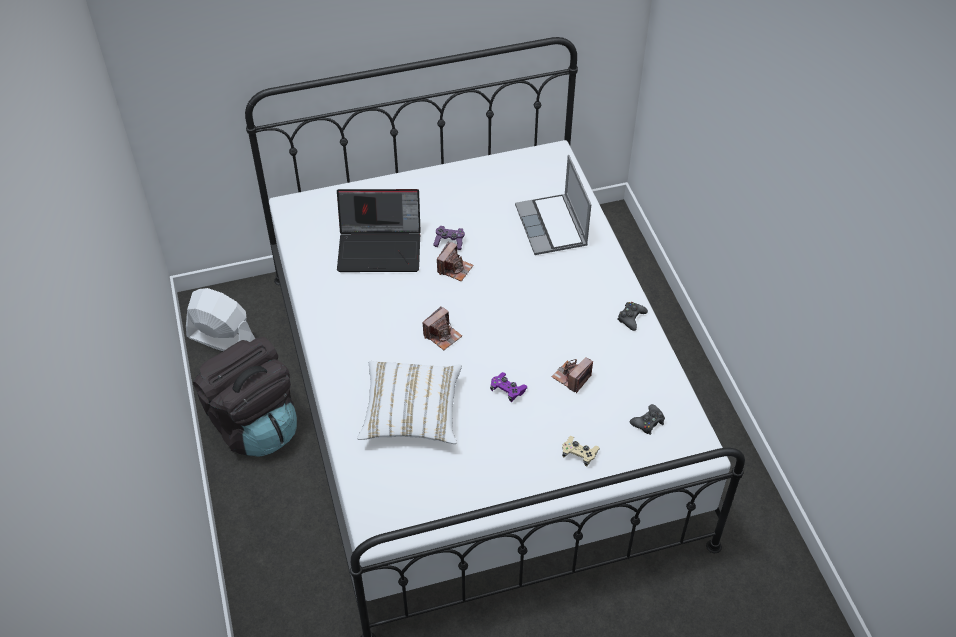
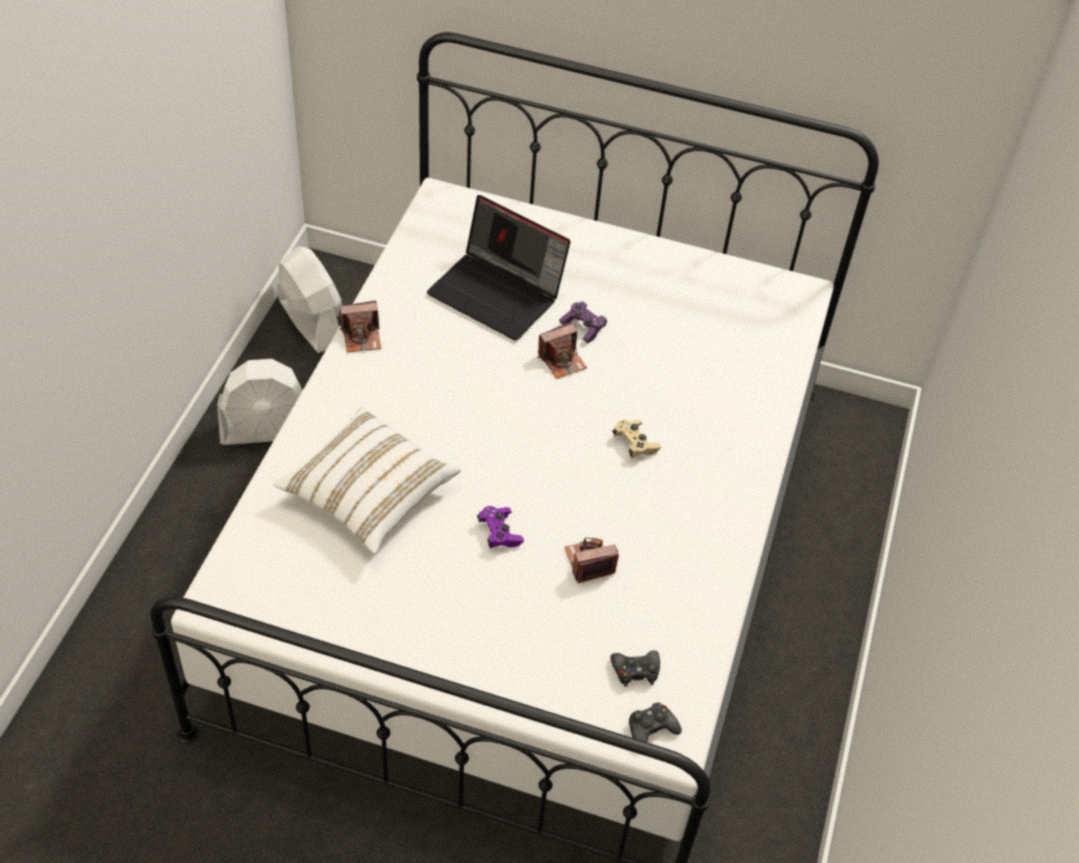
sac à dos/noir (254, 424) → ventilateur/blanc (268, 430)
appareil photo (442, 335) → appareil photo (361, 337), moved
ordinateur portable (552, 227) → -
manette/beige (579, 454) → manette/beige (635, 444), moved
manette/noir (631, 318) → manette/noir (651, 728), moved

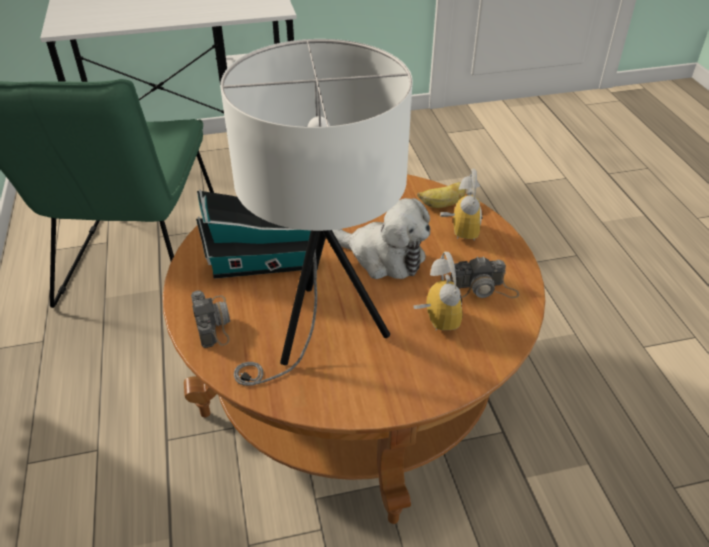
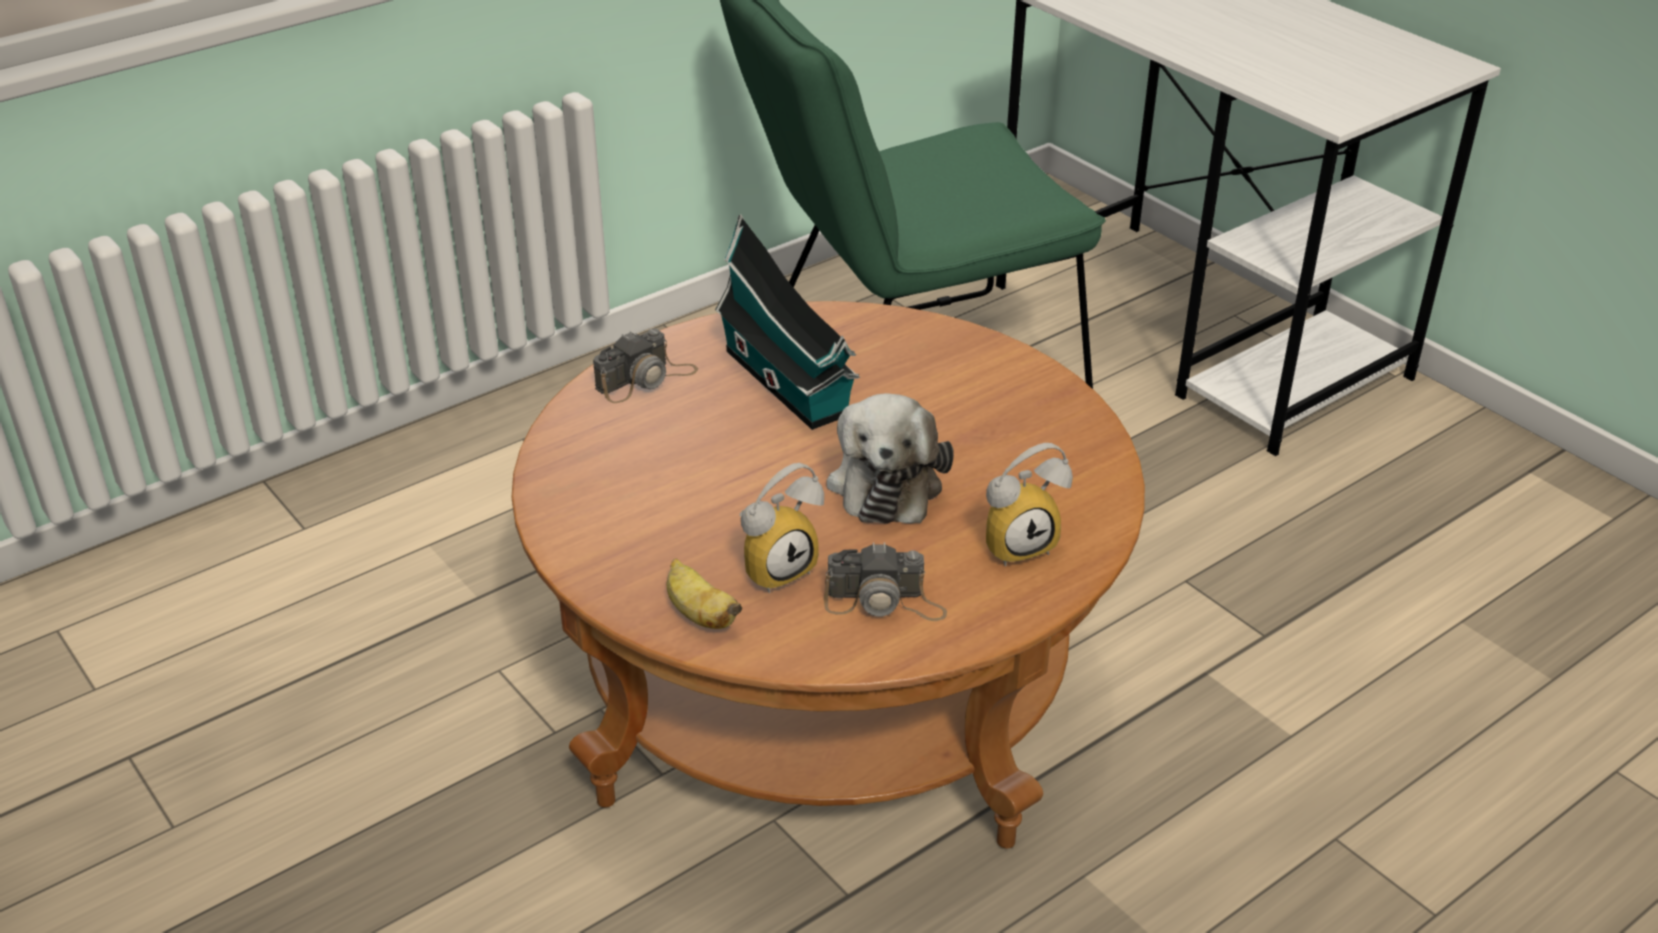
lampe de table/blanc (320, 333) → -
banane (442, 205) → banane (699, 614), moved
appareil photo (483, 289) → appareil photo (885, 602), 60 degrees counterclockwise

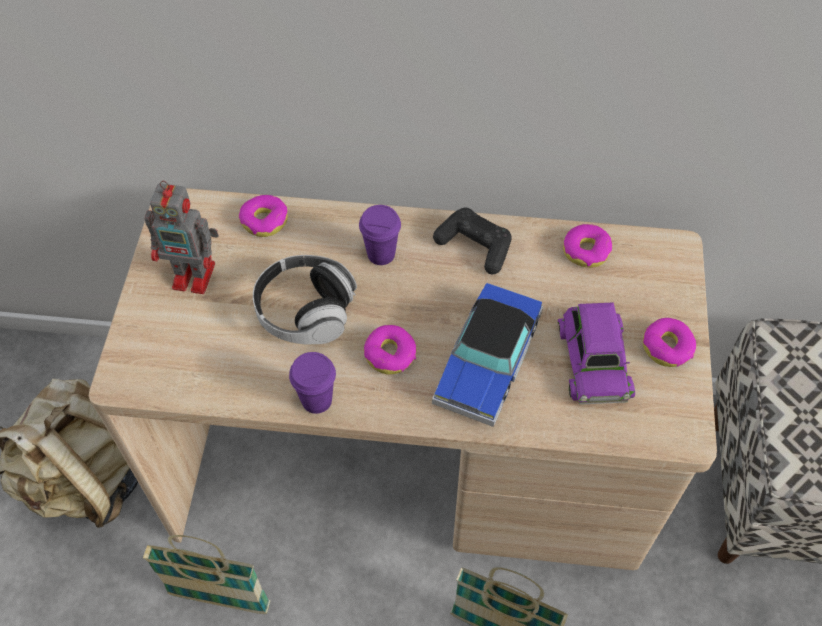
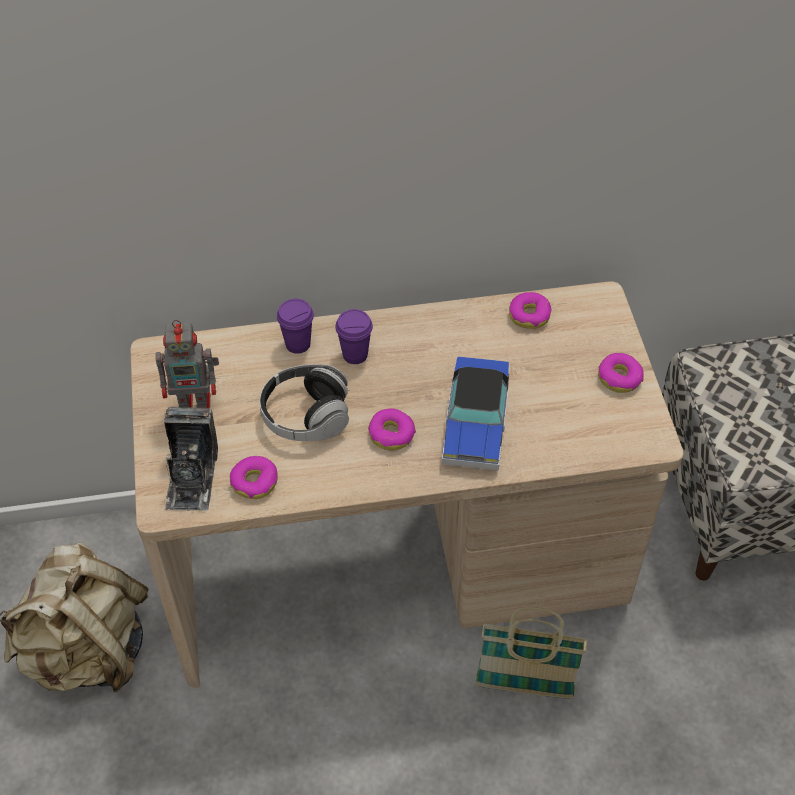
panier (219, 599) → -
beignet (265, 221) → beignet (255, 482), moved
tasse/violet (317, 400) → tasse/violet (298, 344), moved
manette/noir (474, 246) → -
petite voiture/violet (593, 359) → -
- → appareil photo (192, 477)

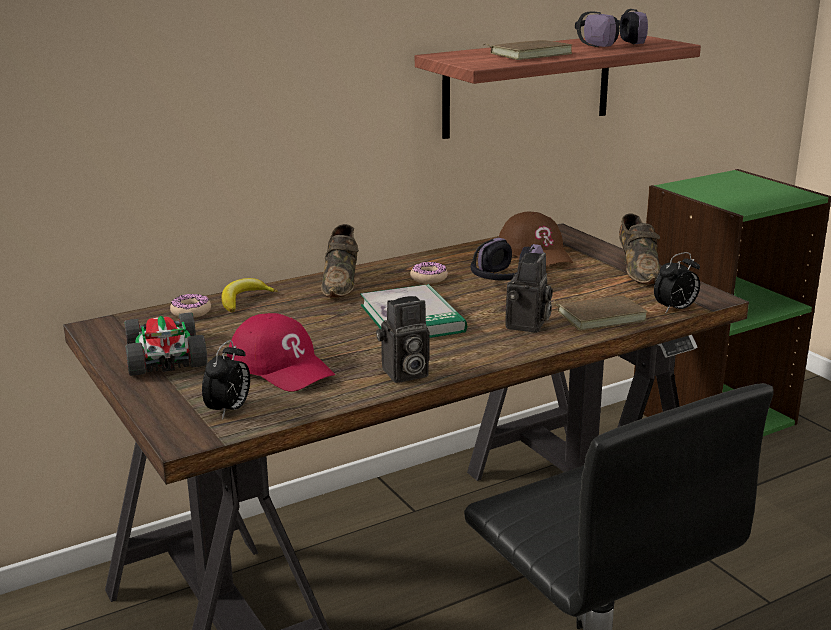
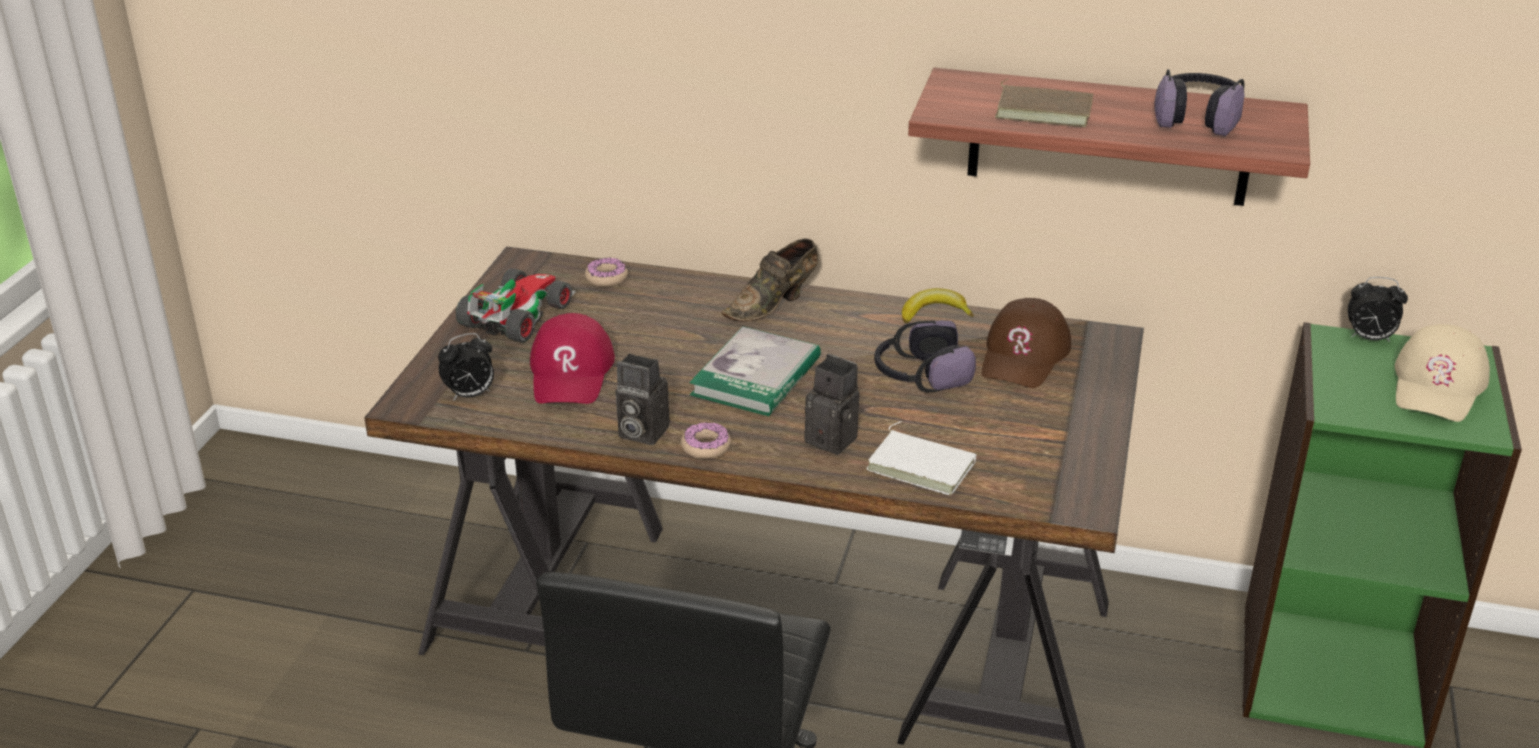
banane (244, 300) → banane (934, 313), moved
beignet (428, 278) → beignet (706, 447), moved
appareil photo (528, 325) → appareil photo (835, 439), 120 degrees counterclockwise
livre/marron (600, 316) → livre/blanc (923, 465)
chaussure/marron (638, 270) → -
réveil (675, 309) → réveil (1369, 338), moved
- → casquette/beige (1438, 386)

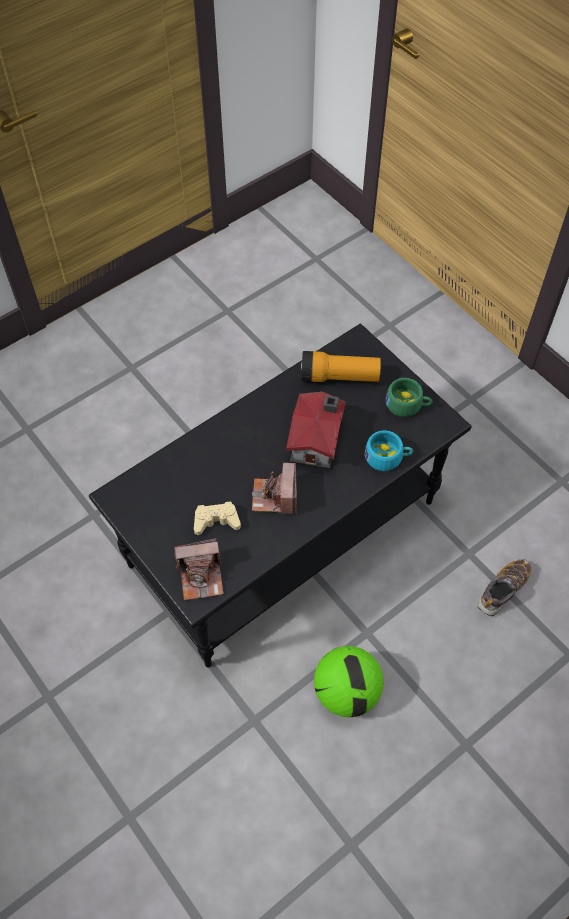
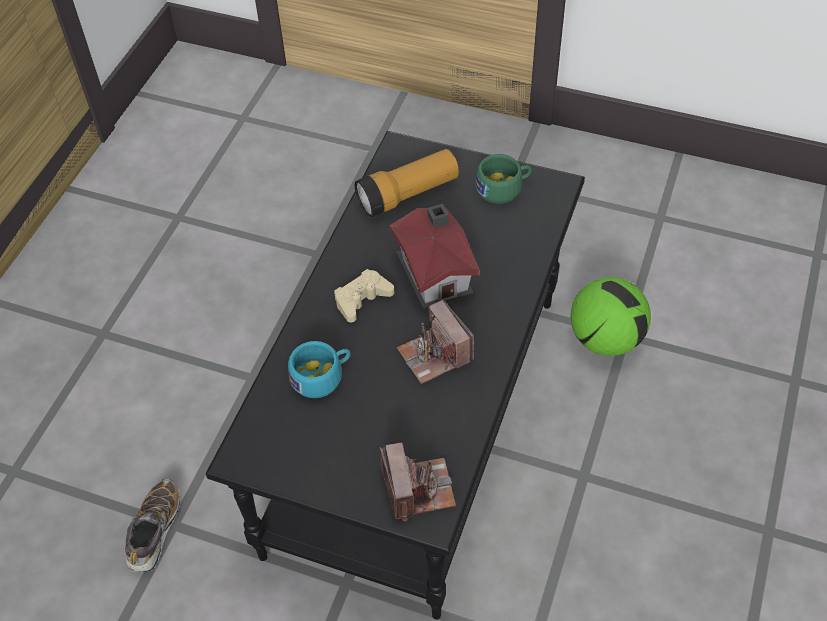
appareil photo (201, 576) → appareil photo (418, 489), 60 degrees counterclockwise
manette/beige (216, 521) → manette/beige (362, 299), moved
ballon de foot (346, 692) → ballon de foot (606, 339), moved
tasse/turquoise (387, 457) → tasse/turquoise (322, 376), moved
chaussure (502, 590) → chaussure (155, 531), moved

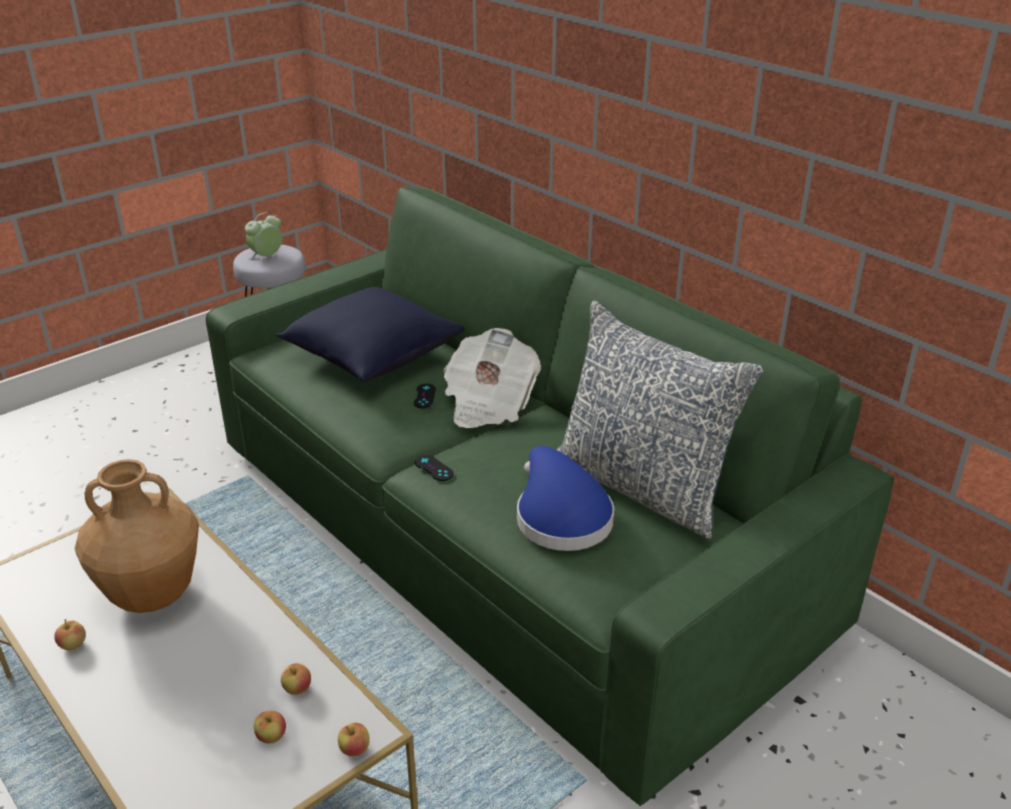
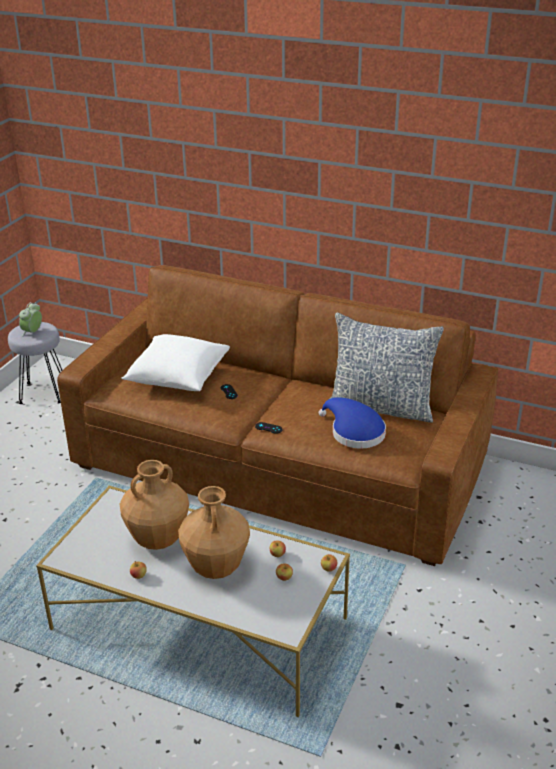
canapé/vert (506, 534) → canapé/marron (279, 464)
coussin/bleu (372, 356) → coussin/blanc (177, 377)
journal (488, 403) → -
- → vase/marron (216, 567)

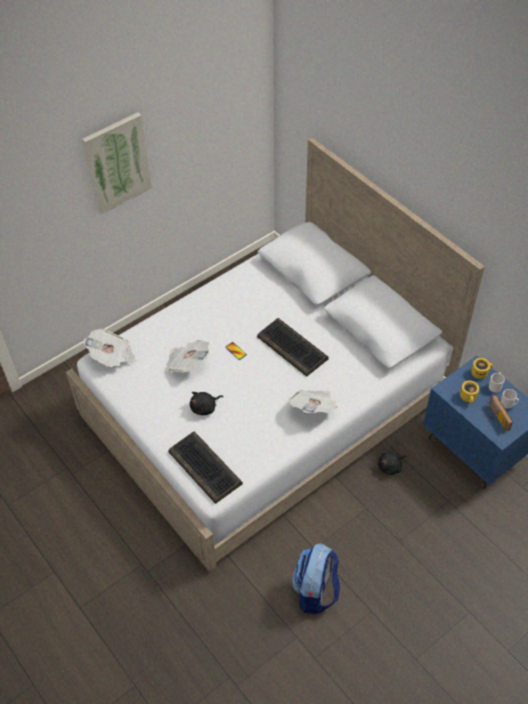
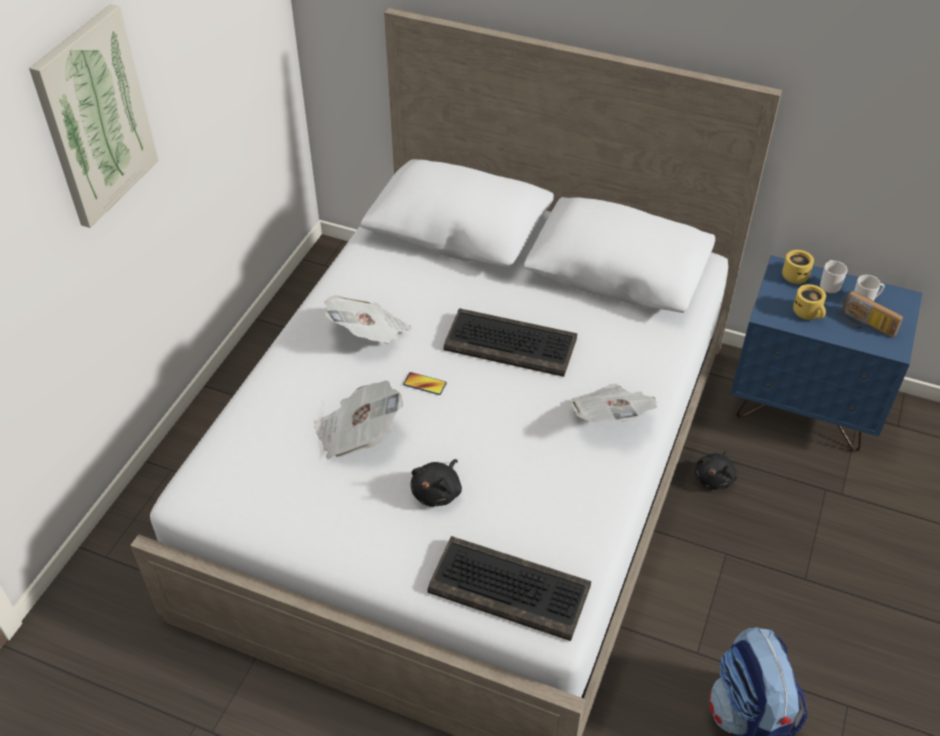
journal (112, 357) → journal (369, 335), moved

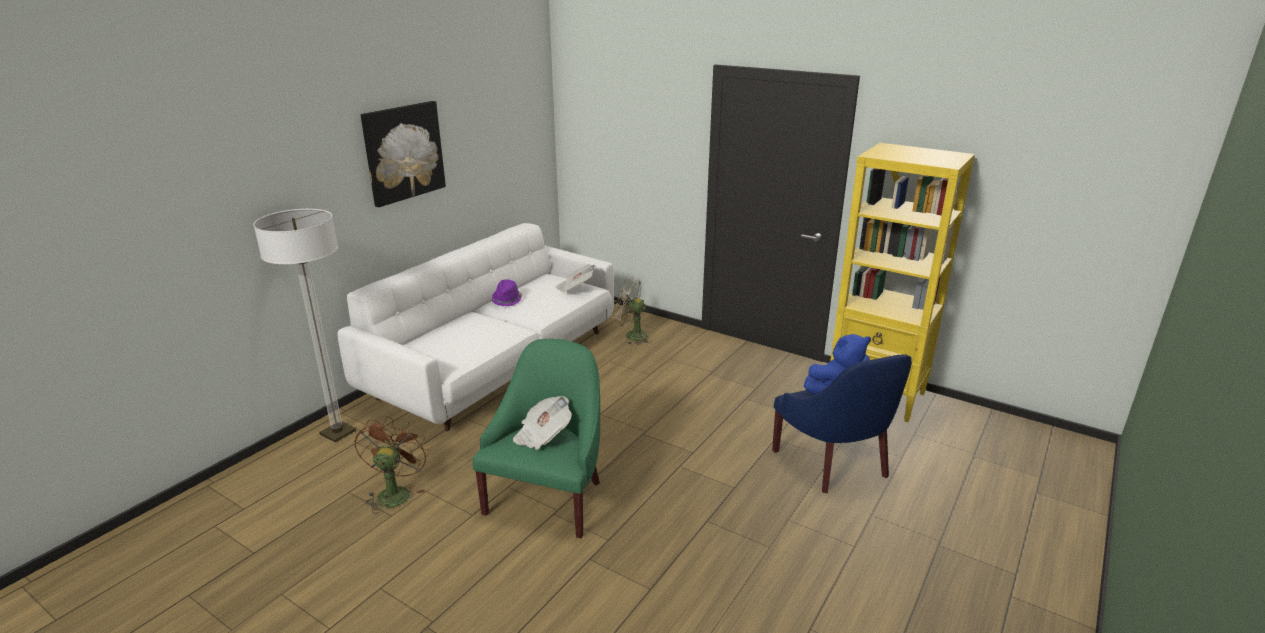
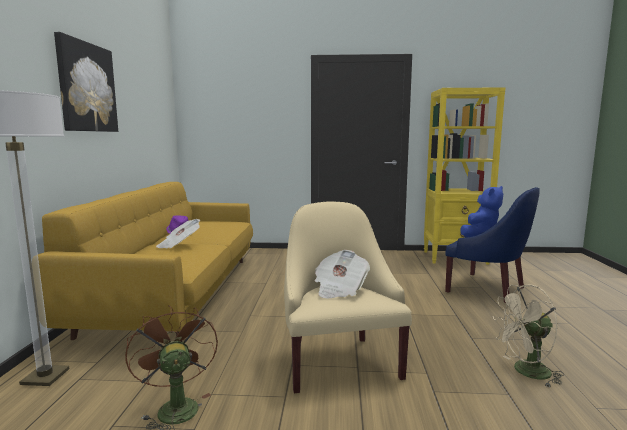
canapé/blanc (497, 363) → canapé/jaune (178, 291)
fauteuil/vert (549, 498) → fauteuil/beige (338, 361)
journal (575, 288) → journal (179, 245), moved
ventilateur/beige (631, 336) → ventilateur/beige (525, 372), moved

